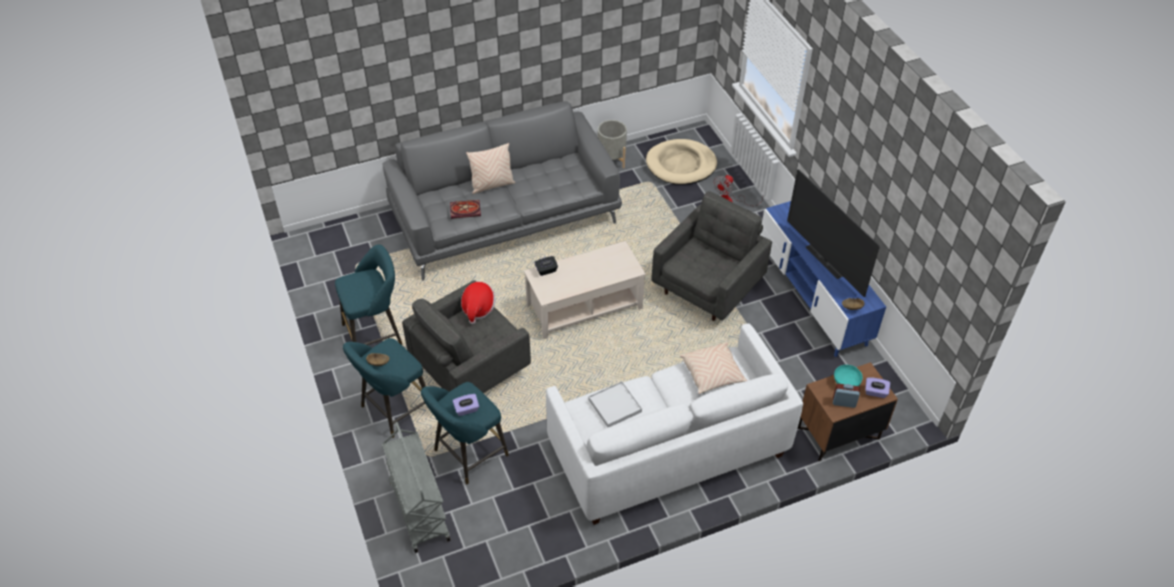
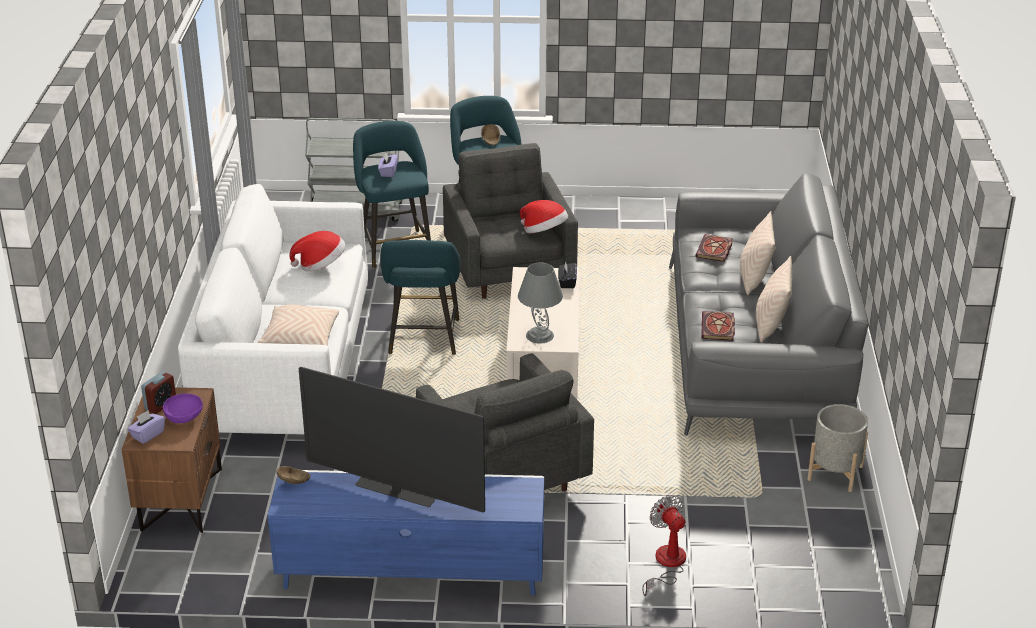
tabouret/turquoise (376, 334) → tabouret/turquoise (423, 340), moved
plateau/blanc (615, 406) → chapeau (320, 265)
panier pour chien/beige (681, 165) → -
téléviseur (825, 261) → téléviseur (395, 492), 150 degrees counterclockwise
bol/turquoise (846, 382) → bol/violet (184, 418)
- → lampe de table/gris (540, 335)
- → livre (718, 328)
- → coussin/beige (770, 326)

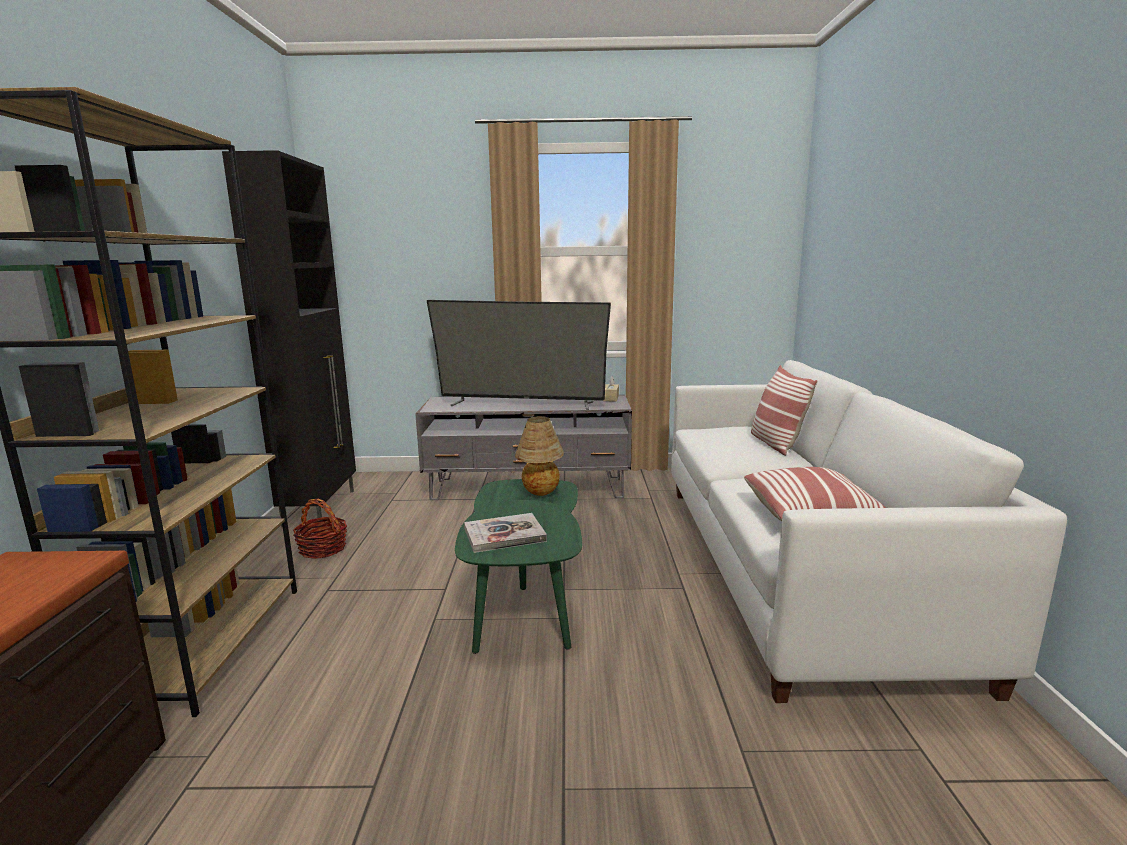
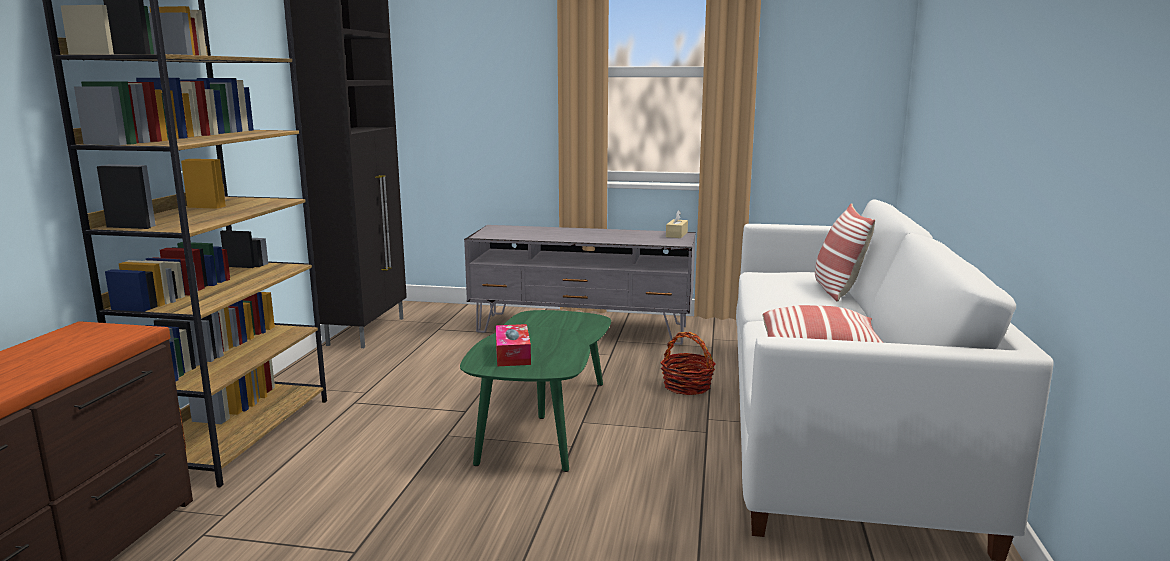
panier (323, 549) → panier (687, 386), moved
téléviseur (521, 404) → -
livre (504, 535) → boîte à mouchoirs (512, 354)
lampe de table (540, 494) → -

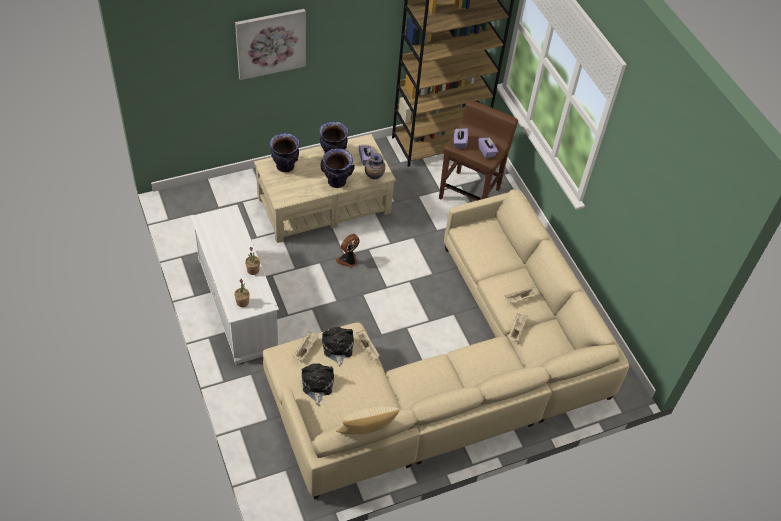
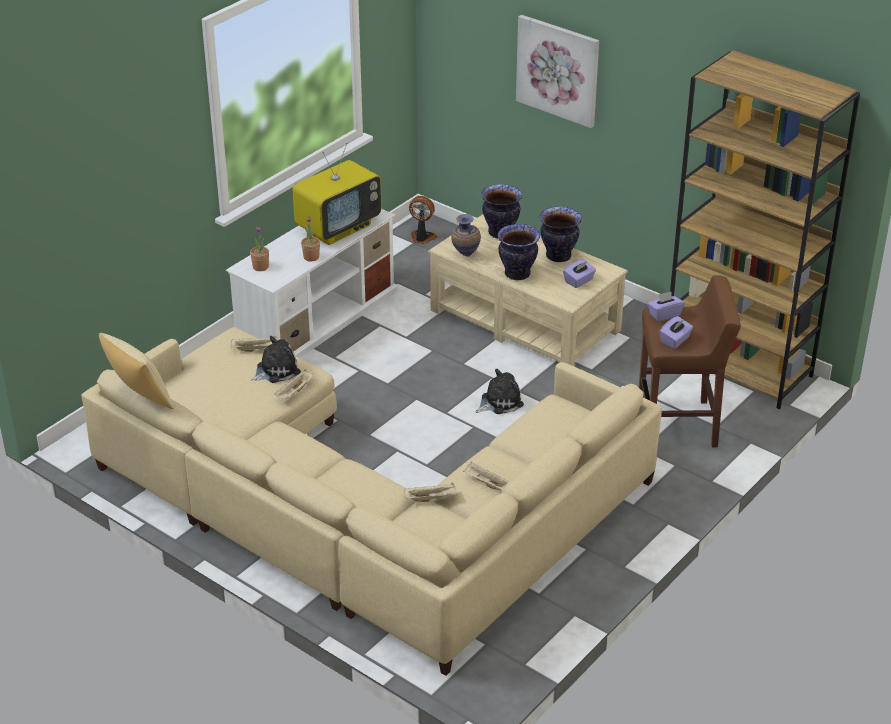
peluche (317, 385) → peluche (499, 402), moved
ventilateur (348, 260) → ventilateur (422, 238), moved
vase (373, 179) → vase (465, 256), moved
- → téléviseur (338, 228)

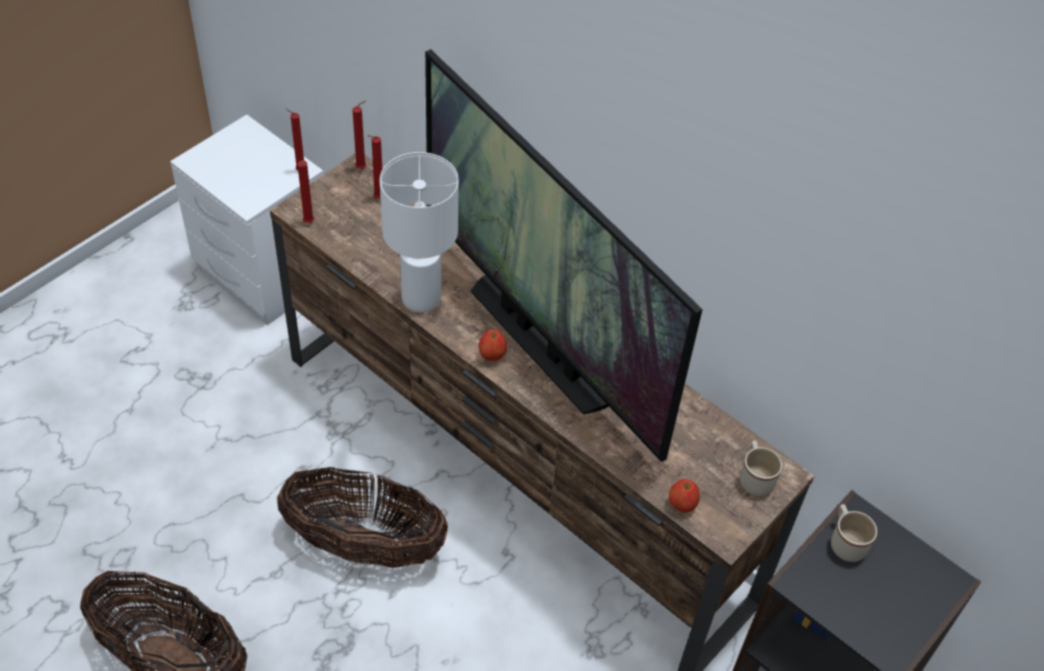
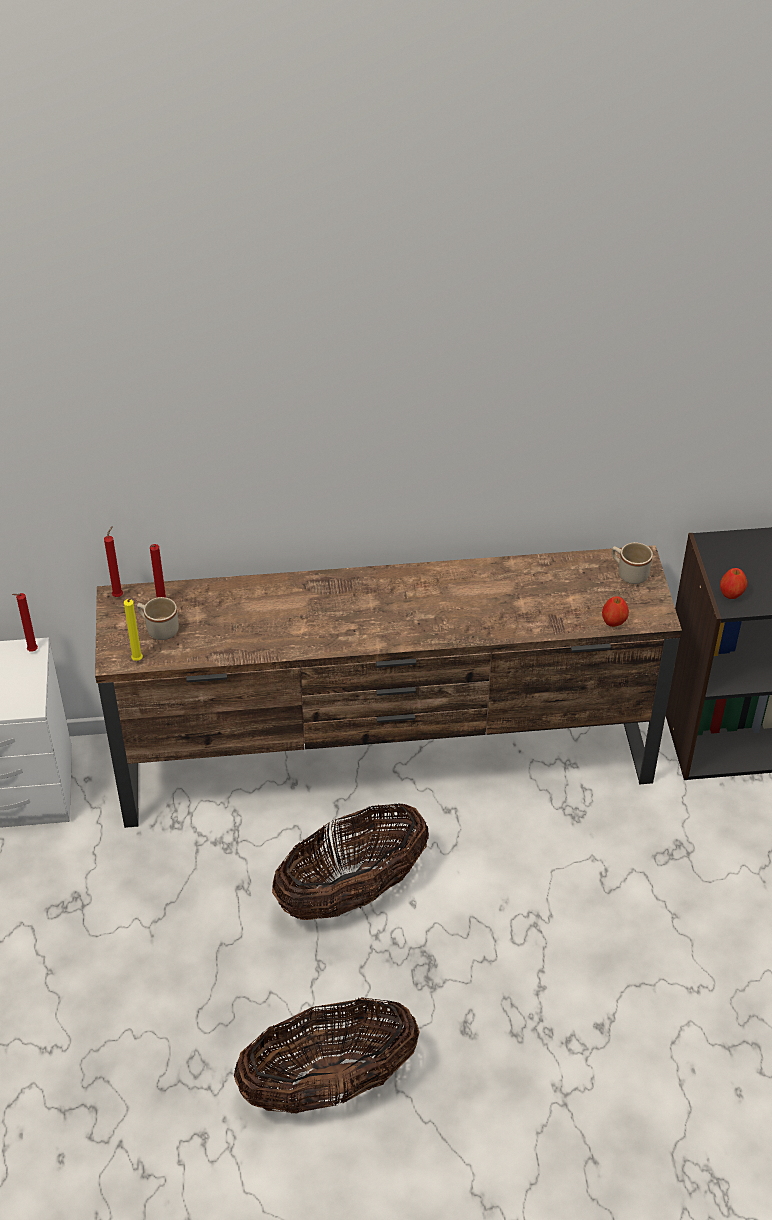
bougie/rouge (309, 223) → bougie/jaune (139, 660)
lampe de table/blanc (422, 299) → -
téléviseur (541, 342) → -
pomme (492, 355) → pomme (731, 594), moved
mug/beige (845, 541) → mug/beige (158, 629), moved

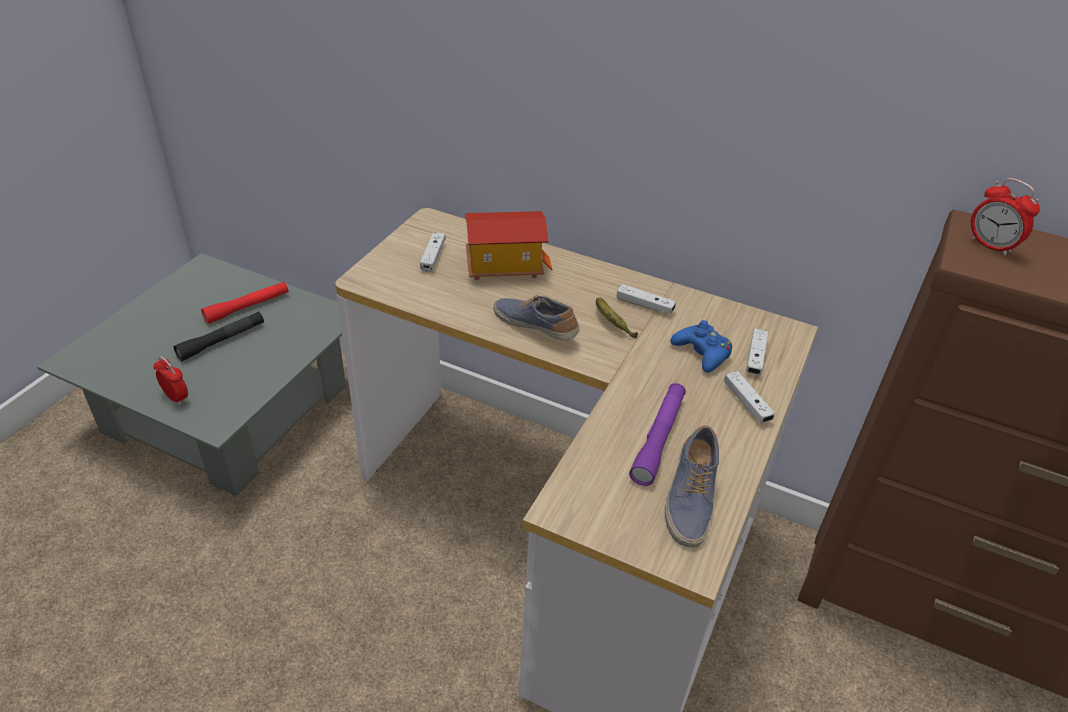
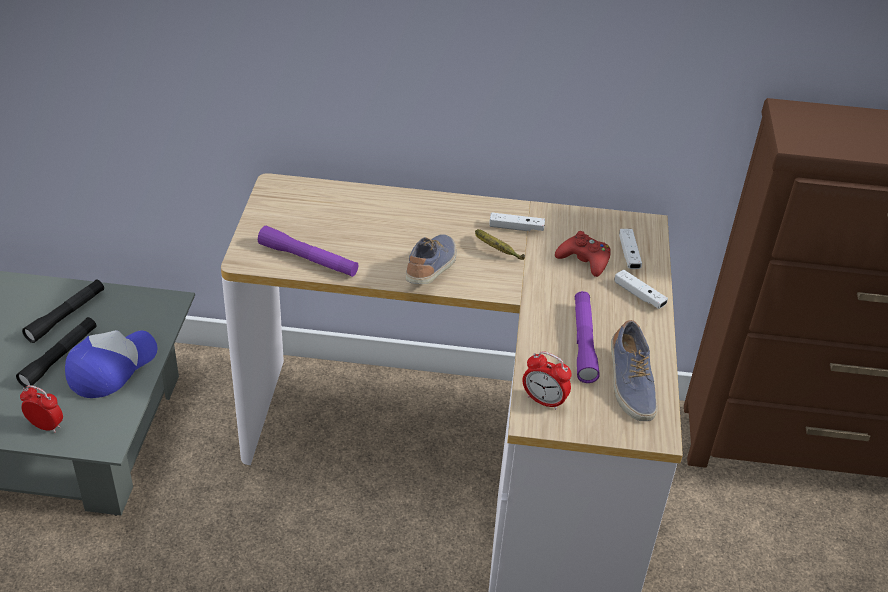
lampe de poche/rouge (247, 307) → lampe de poche/noir (66, 316)
manette/blanc (433, 257) → -
maison miniature (505, 266) → -
chaussure (536, 326) → chaussure (432, 269), 90 degrees clockwise
manette/bleu (702, 353) → manette/rouge (584, 260)
réveil (990, 246) → réveil (544, 401), moved
- → casquette (111, 367)
- → lampe de poche/violet (308, 259)

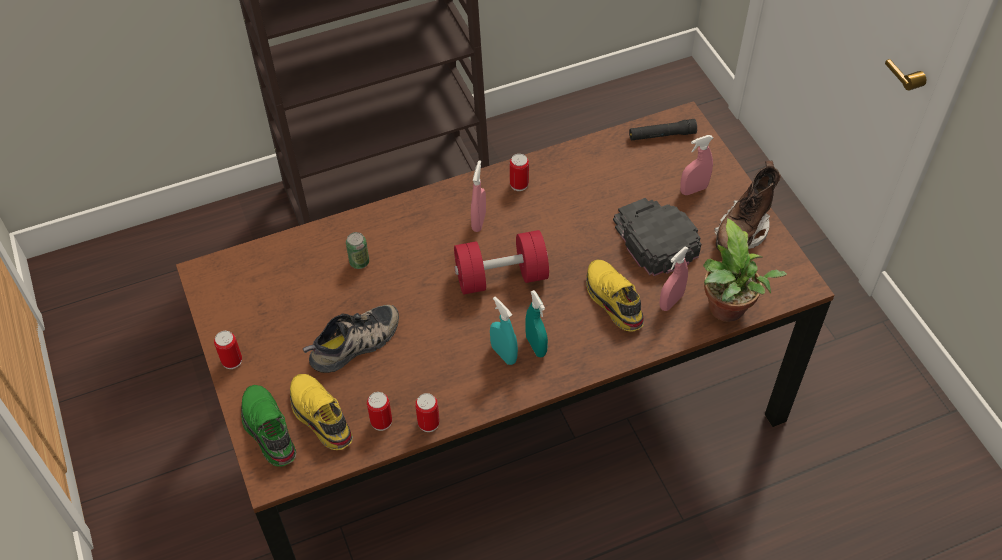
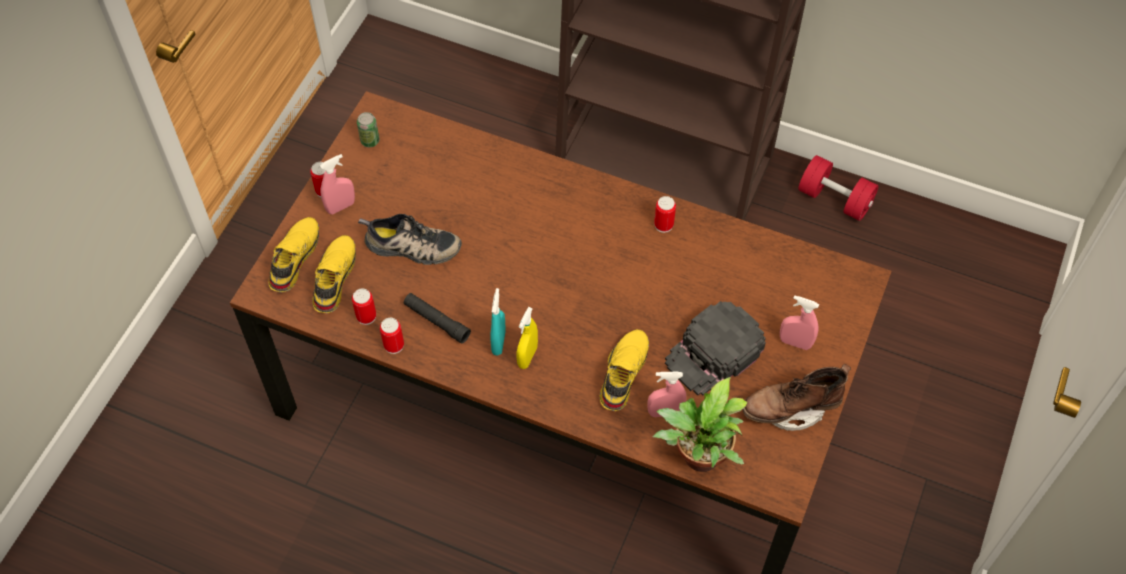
chaussure/vert (267, 430) → chaussure/jaune (293, 258)
boîte métallique (359, 262) → boîte métallique (370, 141), moved
haltère/rouge (501, 277) → haltère/rouge (835, 199), moved
vaporisateur/rose (478, 221) → vaporisateur/rose (341, 207), moved
vaporisateur/turquoise (536, 346) → vaporisateur/jaune (527, 357)
casquette/noir (654, 238) → casquette/noir (714, 353), 150 degrees counterclockwise
lampe de poche/noir (661, 135) → lampe de poche/noir (436, 321), moved

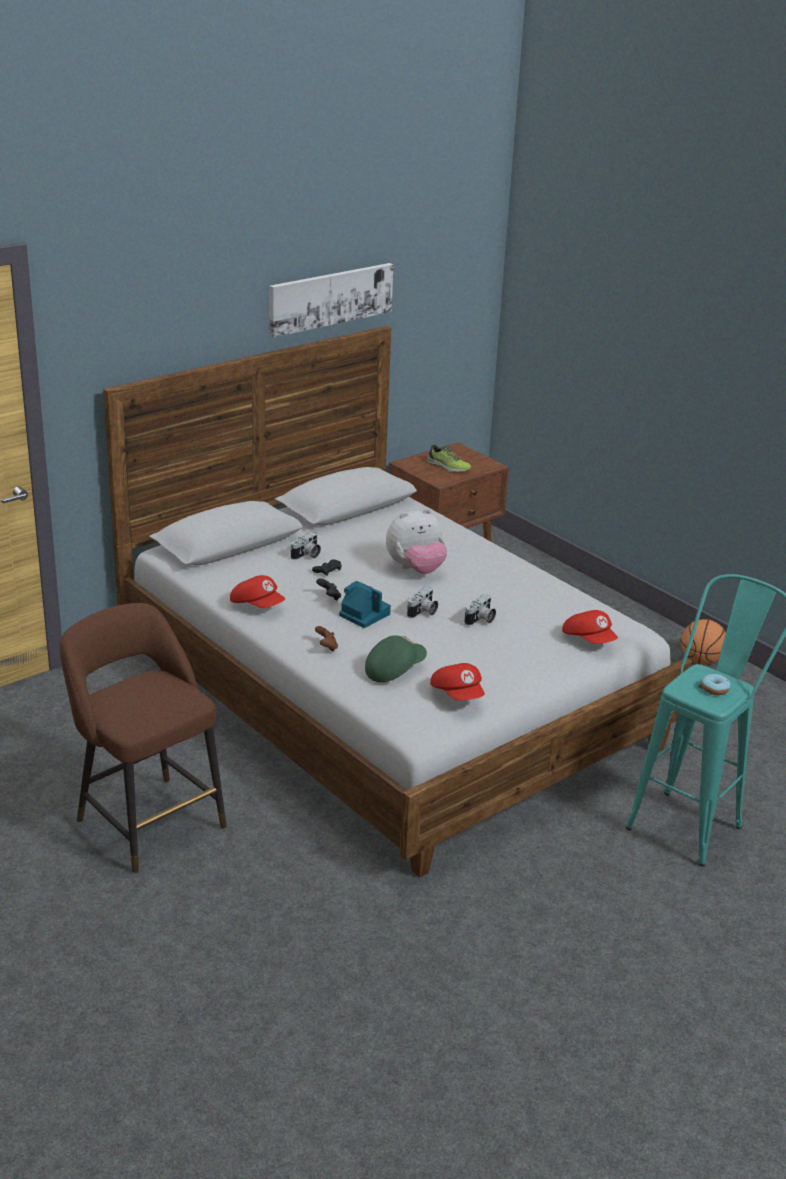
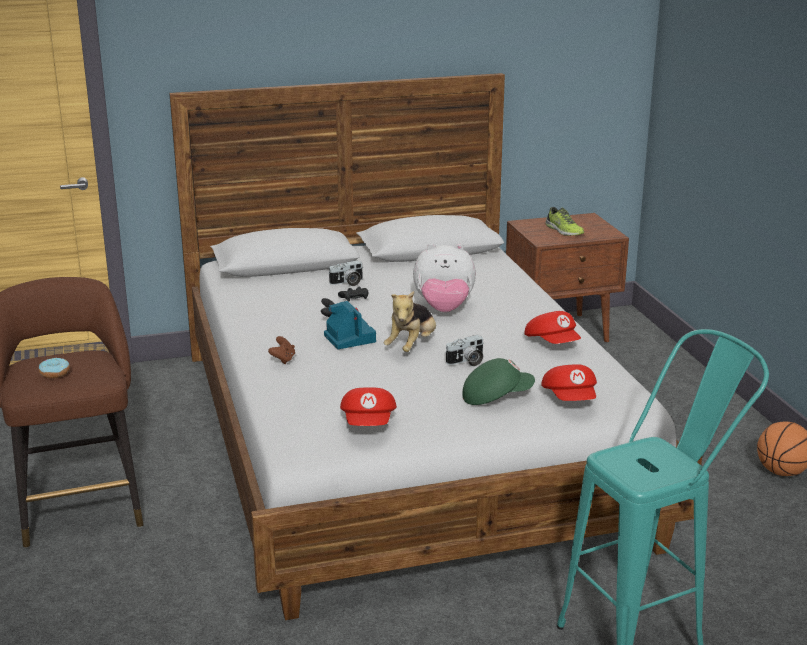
casquette/rouge (257, 605) → casquette/rouge (553, 343), moved
tableau (330, 298) → -
casquette/vert (394, 670) → casquette/vert (496, 396), moved
appareil photo (423, 612) → peluche (412, 346)
beignet (714, 689) → beignet (55, 373), moved

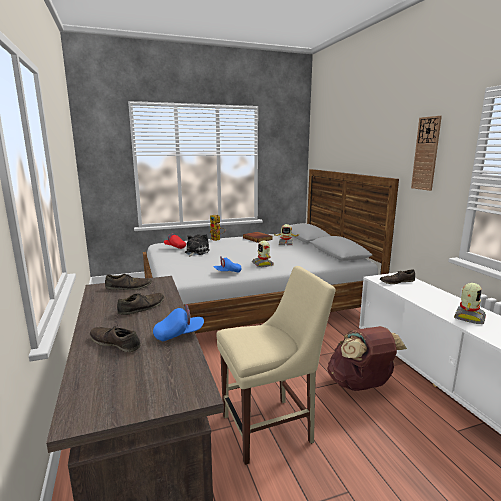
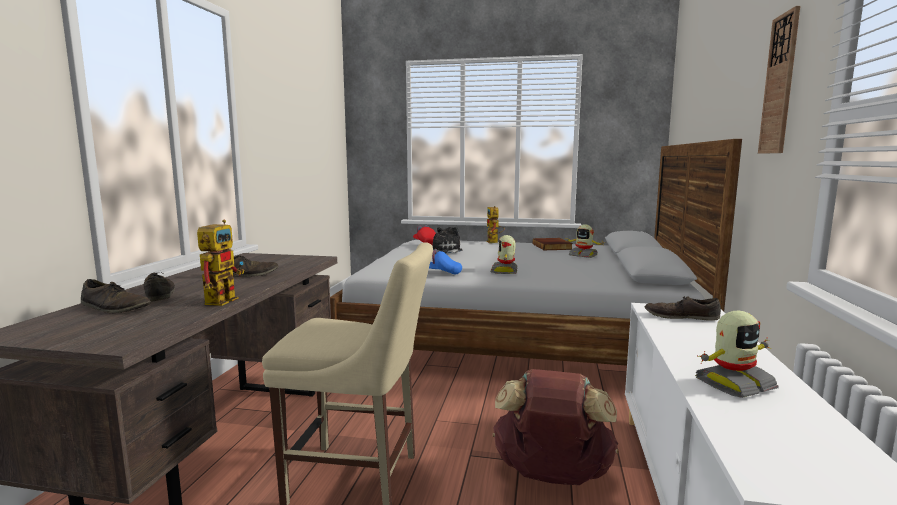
chaussure/marron (129, 287) → chaussure/marron (115, 308), moved
casquette/bleu (179, 334) → robot jouet (223, 299)

